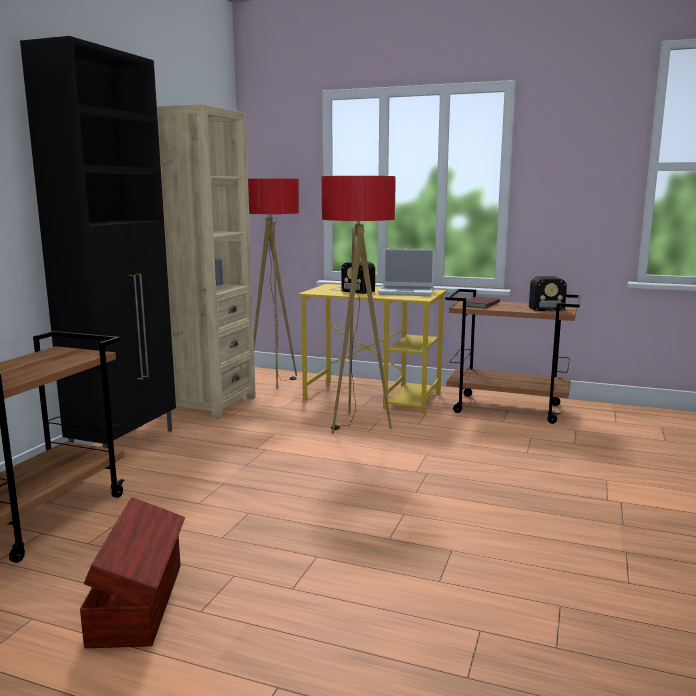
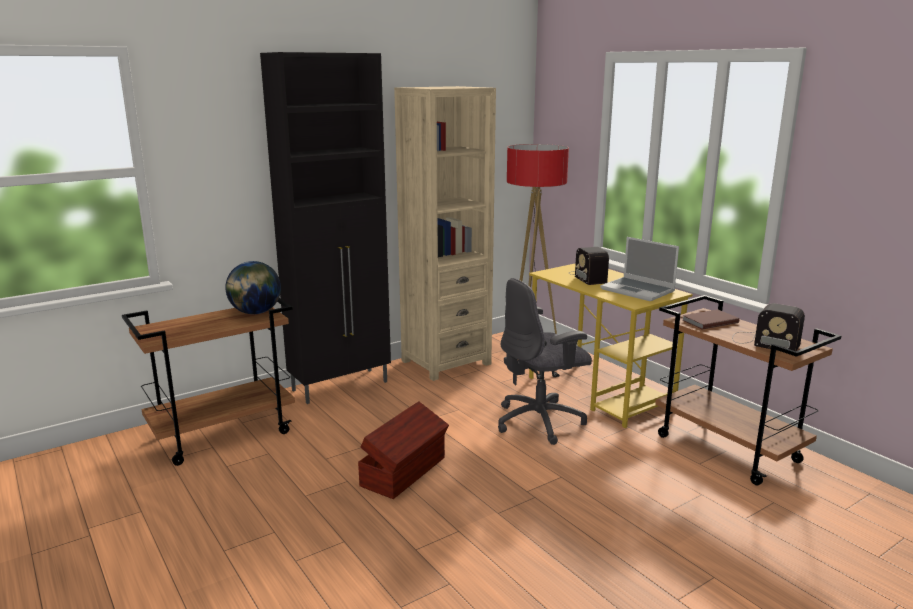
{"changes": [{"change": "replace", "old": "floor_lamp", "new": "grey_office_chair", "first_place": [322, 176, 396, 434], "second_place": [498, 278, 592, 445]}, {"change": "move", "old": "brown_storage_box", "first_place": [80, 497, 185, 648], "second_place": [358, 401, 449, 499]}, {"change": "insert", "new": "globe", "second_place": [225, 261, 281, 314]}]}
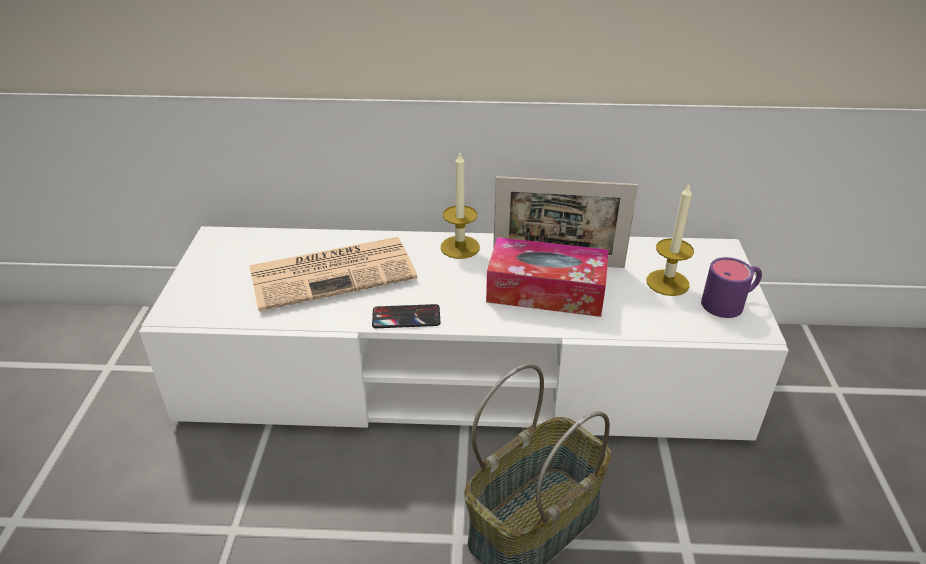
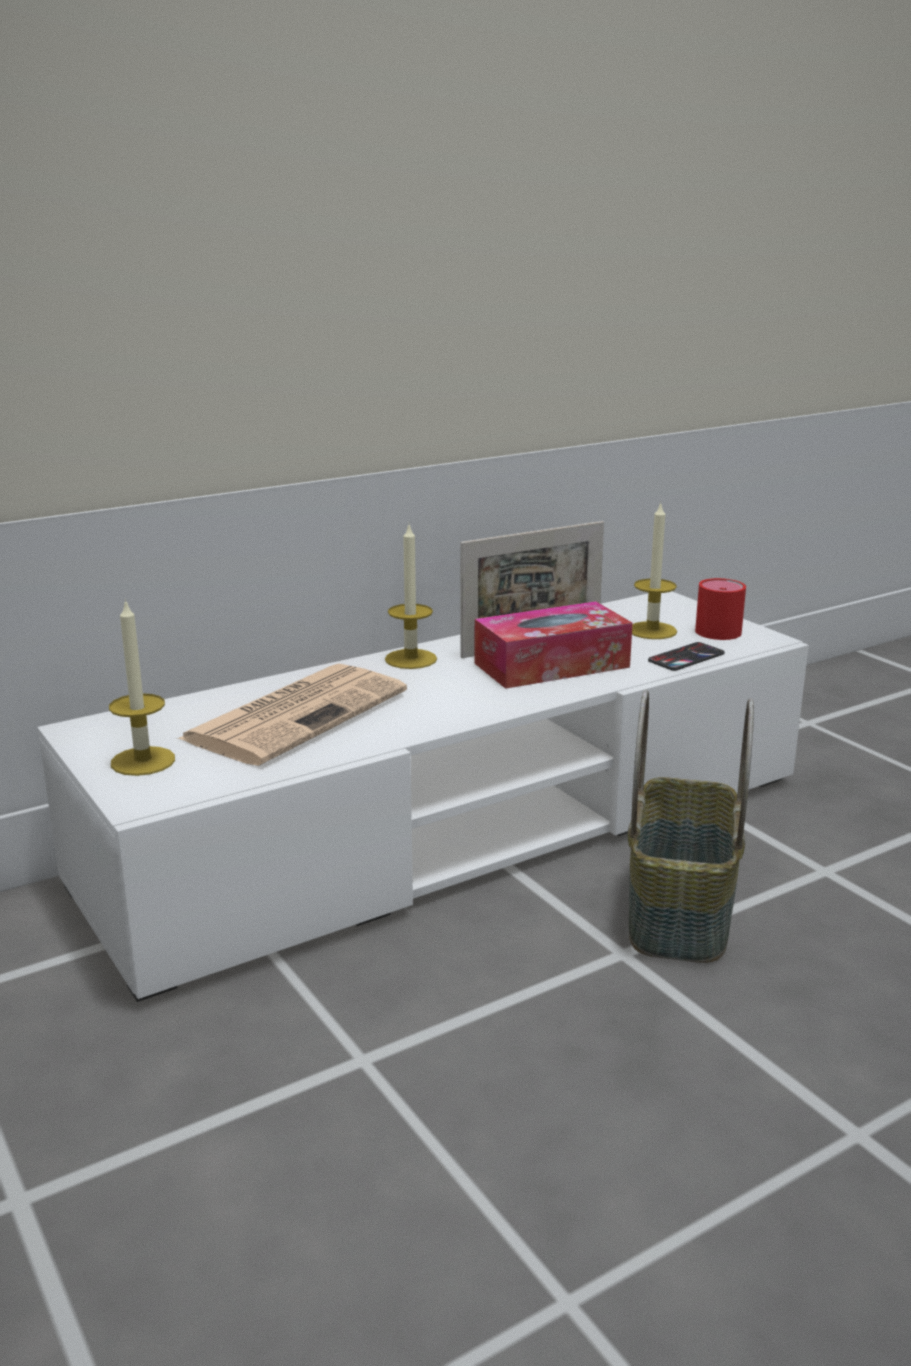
{"changes": [{"change": "recolor", "old": "purple_mug", "new": "red_mug", "first_place": [701, 257, 762, 318], "second_place": [695, 578, 746, 640]}, {"change": "move", "old": "phone", "first_place": [372, 304, 440, 328], "second_place": [648, 642, 725, 671]}, {"change": "insert", "new": "candle", "second_place": [109, 599, 175, 776]}]}
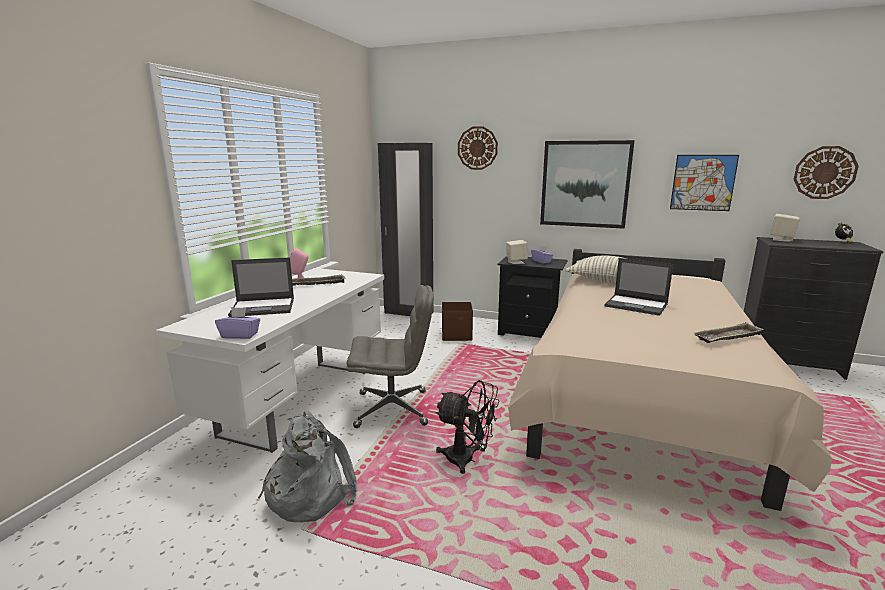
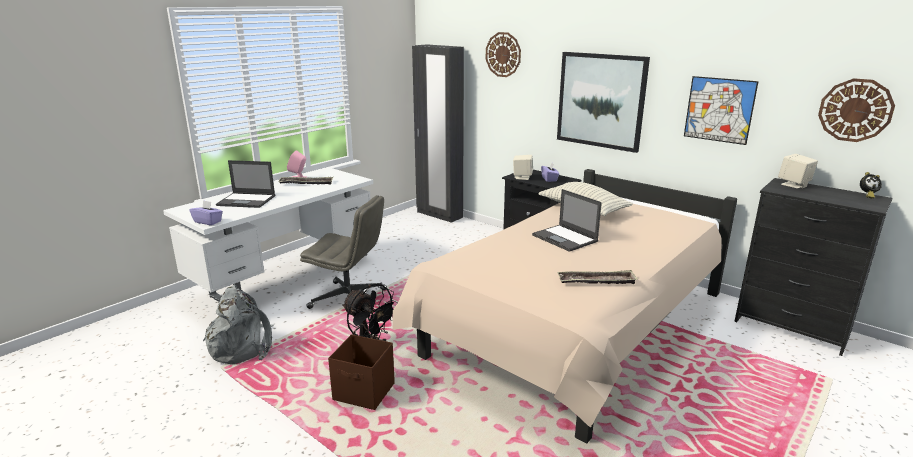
{"changes": [{"change": "move", "old": "brown_storage_box", "first_place": [442, 302, 473, 341], "second_place": [328, 334, 395, 410]}]}
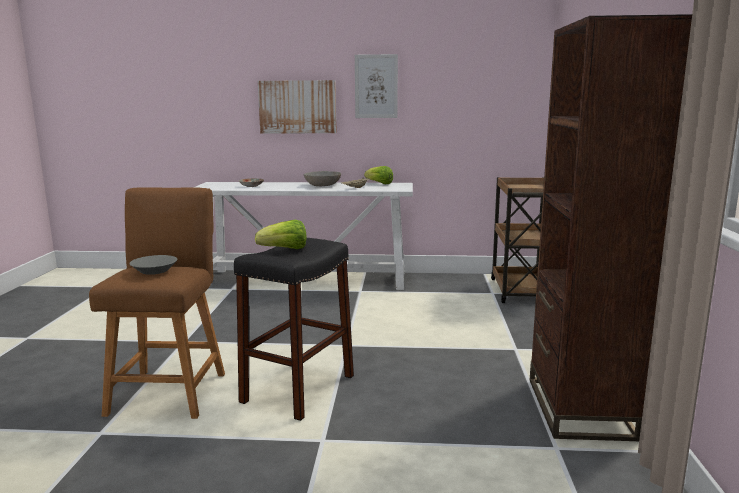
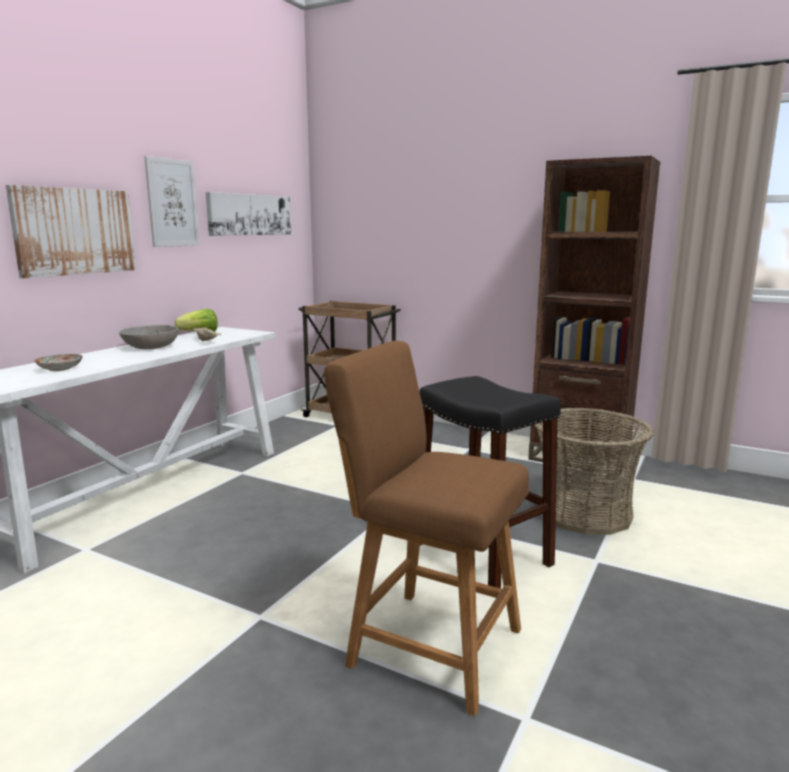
{"changes": [{"change": "delete", "old": "lettuce", "first_place": [255, 219, 306, 249]}, {"change": "delete", "old": "grey_bowl", "first_place": [129, 255, 177, 275]}, {"change": "insert", "new": "picture", "second_place": [206, 192, 291, 236]}, {"change": "insert", "new": "basket", "second_place": [535, 408, 654, 535]}]}
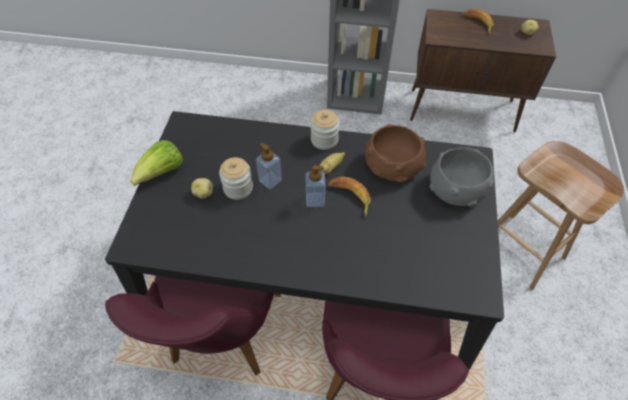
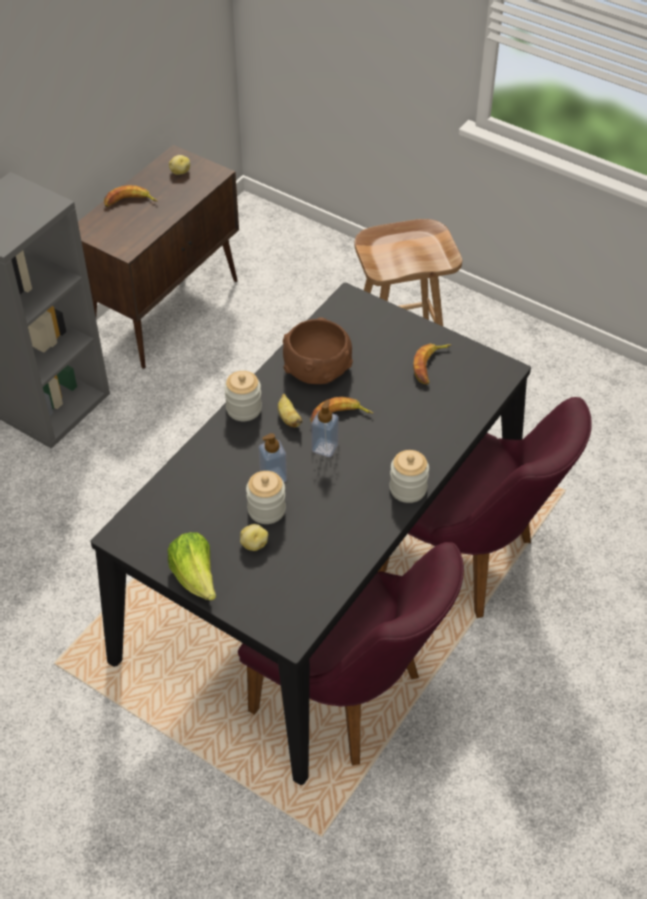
{"changes": [{"change": "delete", "old": "grey_bowl", "first_place": [429, 147, 494, 207]}, {"change": "insert", "new": "banana", "second_place": [414, 344, 451, 385]}, {"change": "insert", "new": "jar", "second_place": [389, 450, 429, 503]}]}
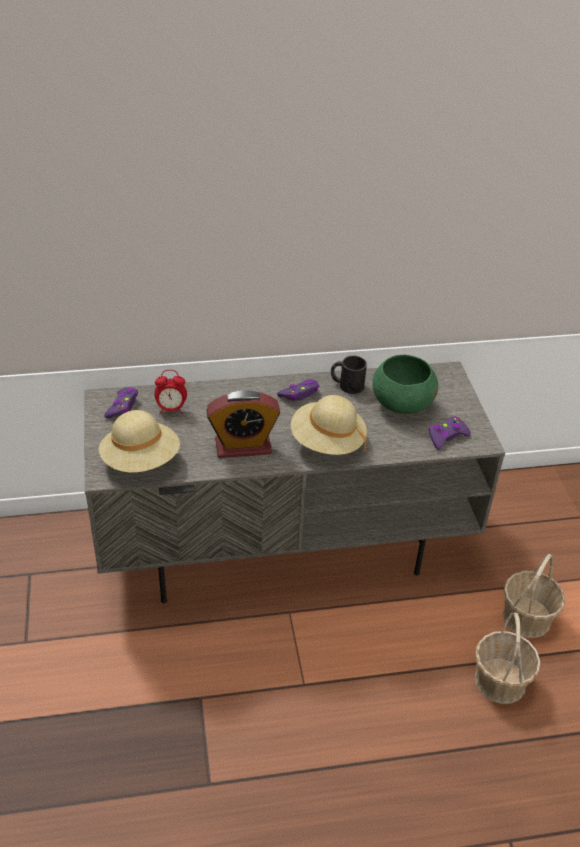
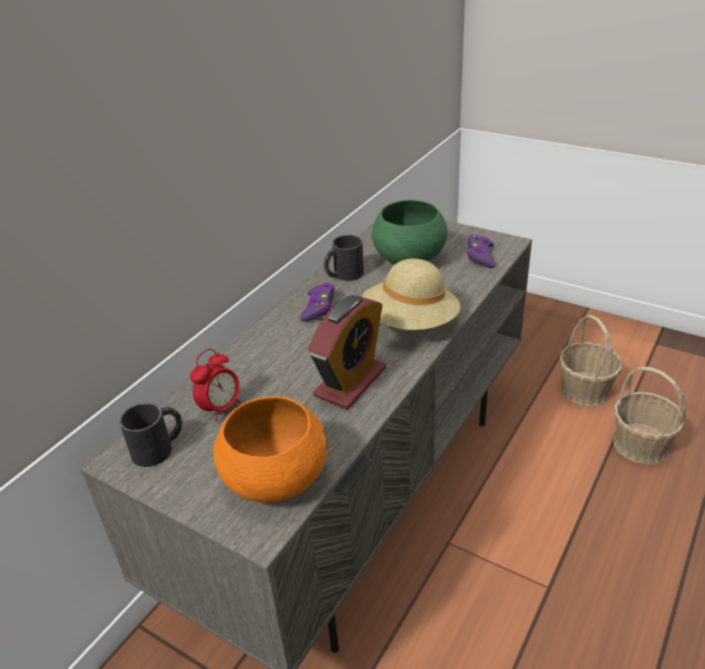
{"changes": [{"change": "replace", "old": "purple_game_controller", "new": "black_mug", "first_place": [104, 387, 138, 418], "second_place": [119, 403, 182, 467]}, {"change": "replace", "old": "beige_hat", "new": "orange_bowl", "first_place": [99, 410, 180, 473], "second_place": [213, 396, 328, 503]}]}
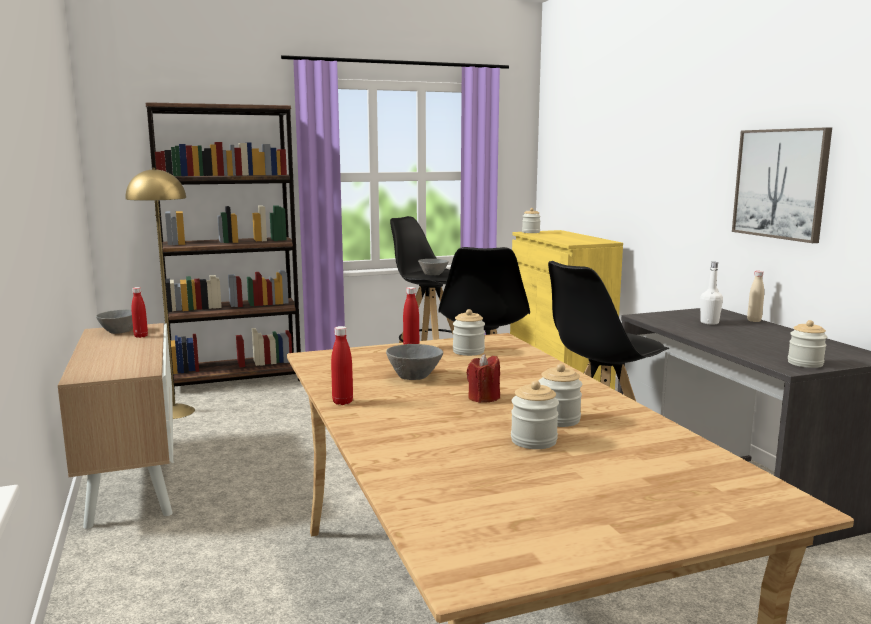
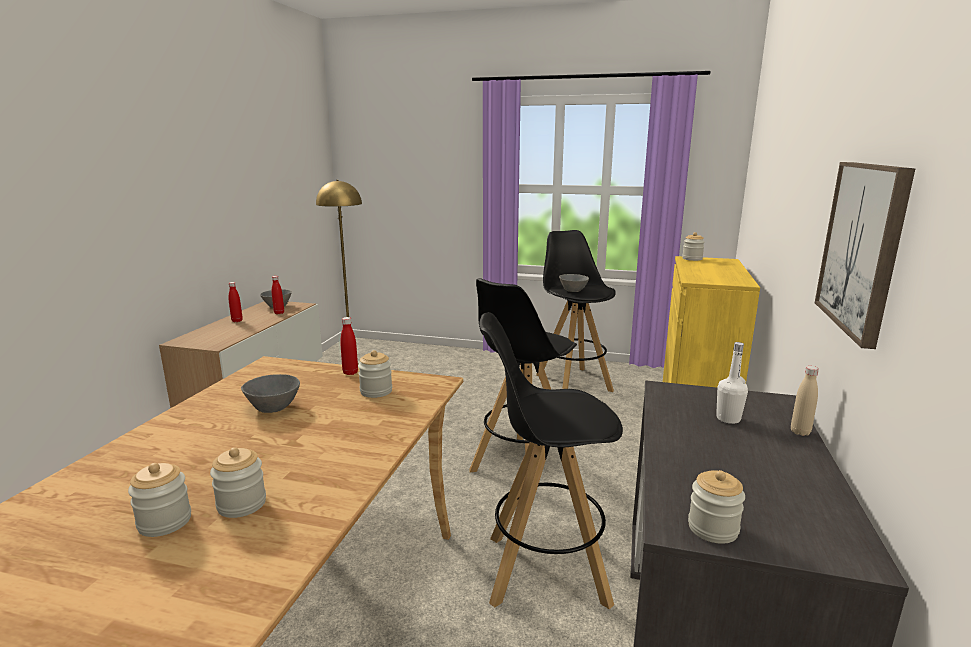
{"changes": [{"change": "delete", "old": "brown_bookcase", "first_place": [145, 102, 301, 393]}, {"change": "move", "old": "red_bottle", "first_place": [331, 326, 353, 405], "second_place": [229, 282, 243, 322]}, {"change": "delete", "old": "red_candle", "first_place": [467, 354, 500, 403]}]}
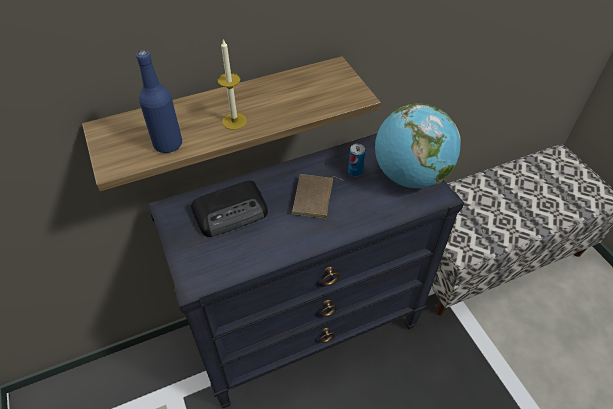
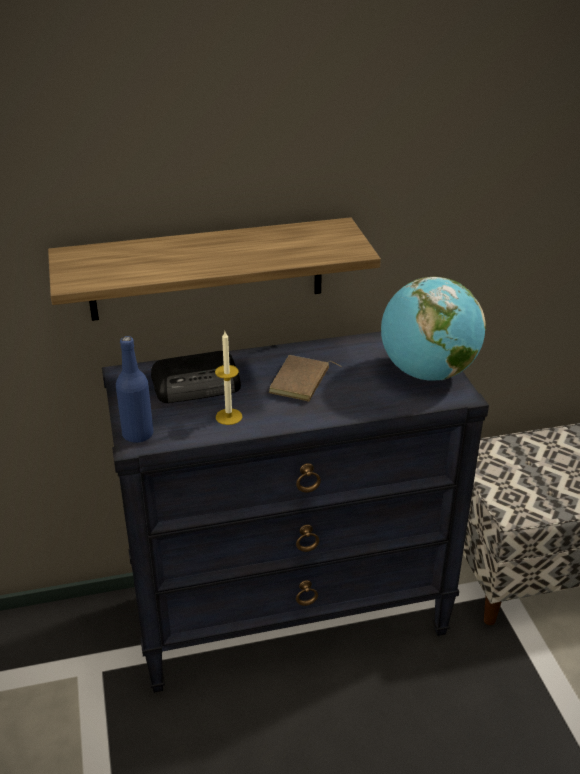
{"changes": [{"change": "move", "old": "candle", "first_place": [218, 39, 247, 130], "second_place": [215, 332, 242, 425]}, {"change": "move", "old": "blue_bottle", "first_place": [136, 50, 182, 153], "second_place": [116, 336, 154, 443]}, {"change": "delete", "old": "can", "first_place": [348, 144, 365, 176]}]}
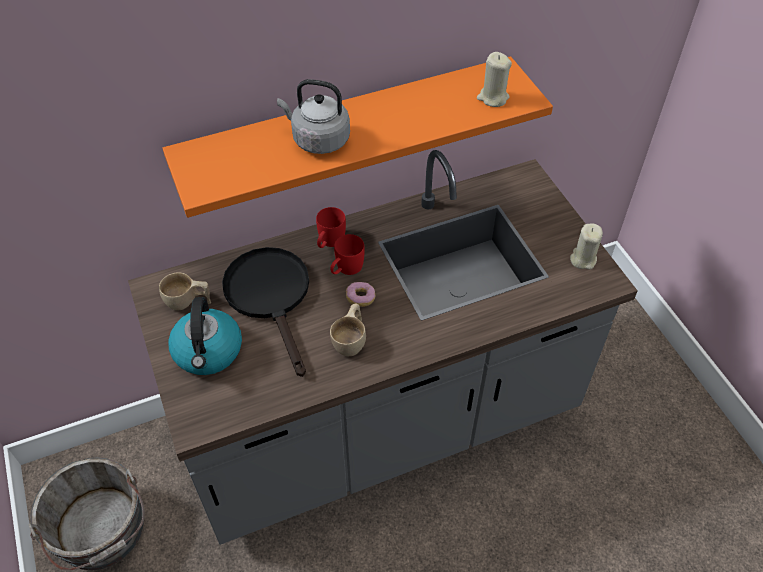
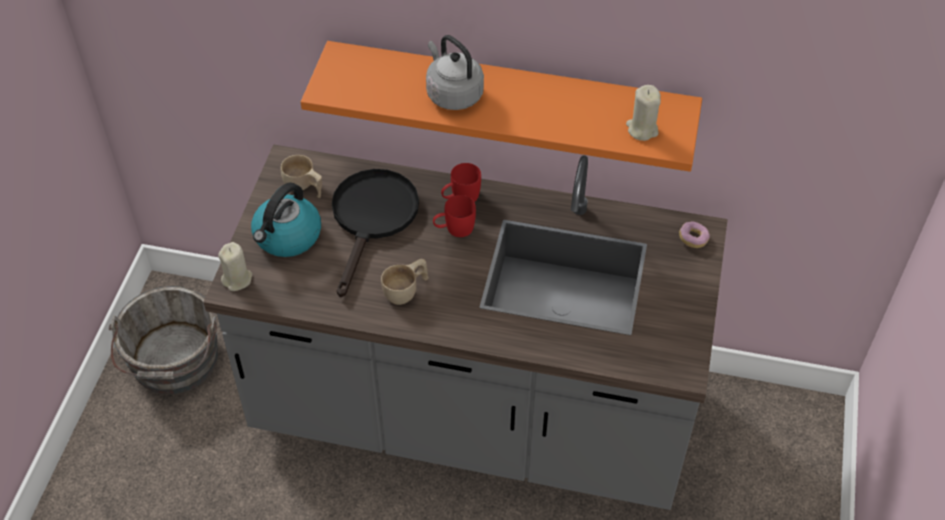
{"changes": [{"change": "move", "old": "beige_candle", "first_place": [570, 224, 603, 269], "second_place": [218, 242, 252, 291]}, {"change": "move", "old": "donut", "first_place": [346, 282, 375, 307], "second_place": [679, 221, 710, 248]}]}
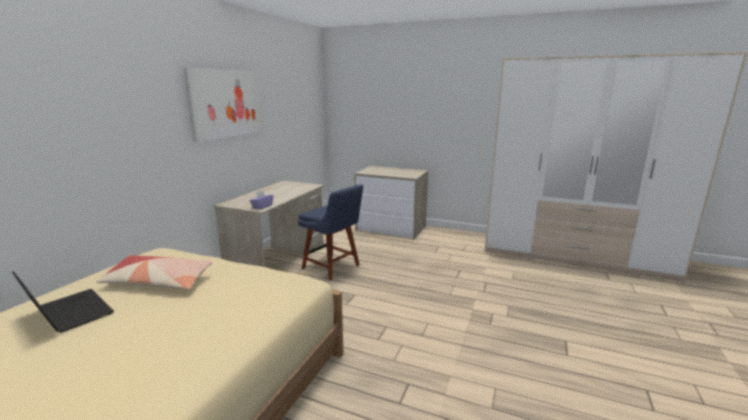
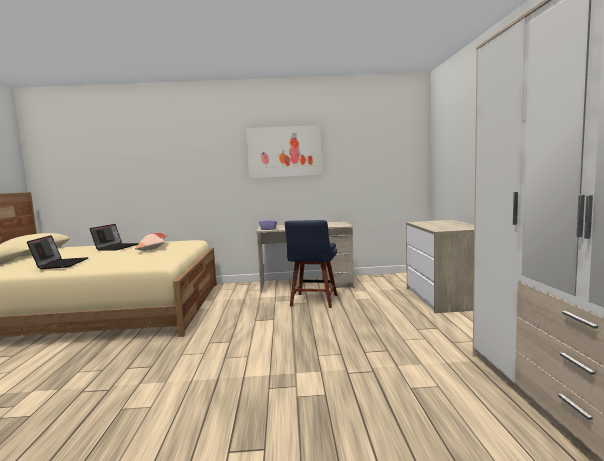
{"changes": [{"change": "insert", "new": "laptop", "second_place": [27, 235, 88, 269]}]}
